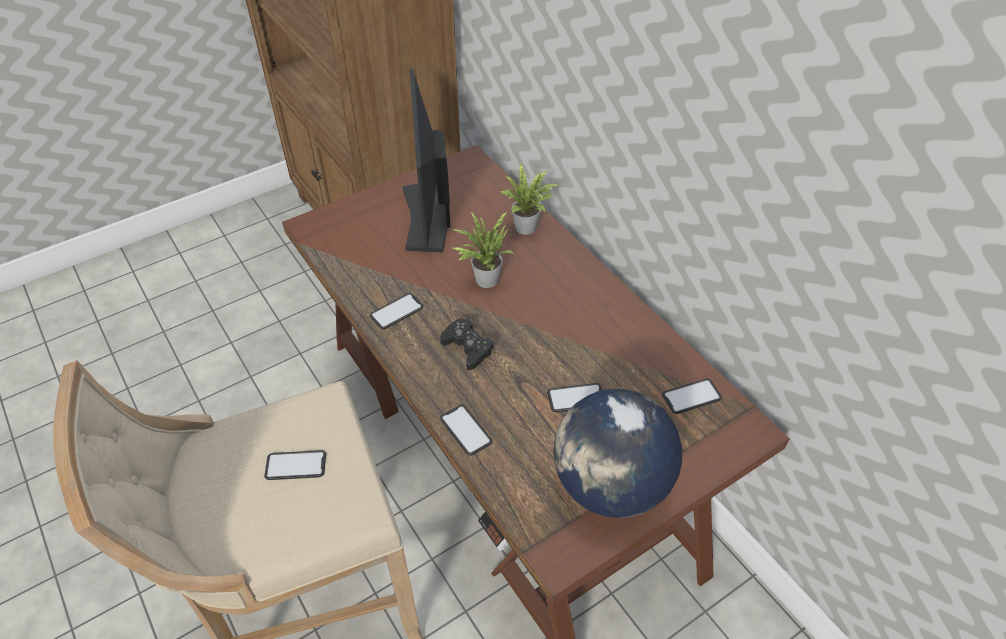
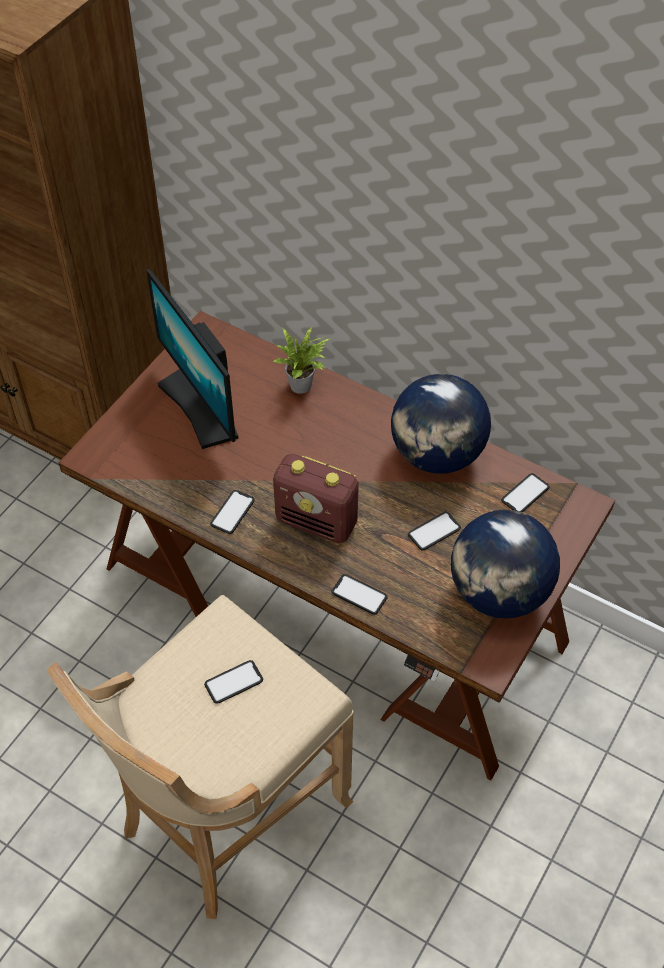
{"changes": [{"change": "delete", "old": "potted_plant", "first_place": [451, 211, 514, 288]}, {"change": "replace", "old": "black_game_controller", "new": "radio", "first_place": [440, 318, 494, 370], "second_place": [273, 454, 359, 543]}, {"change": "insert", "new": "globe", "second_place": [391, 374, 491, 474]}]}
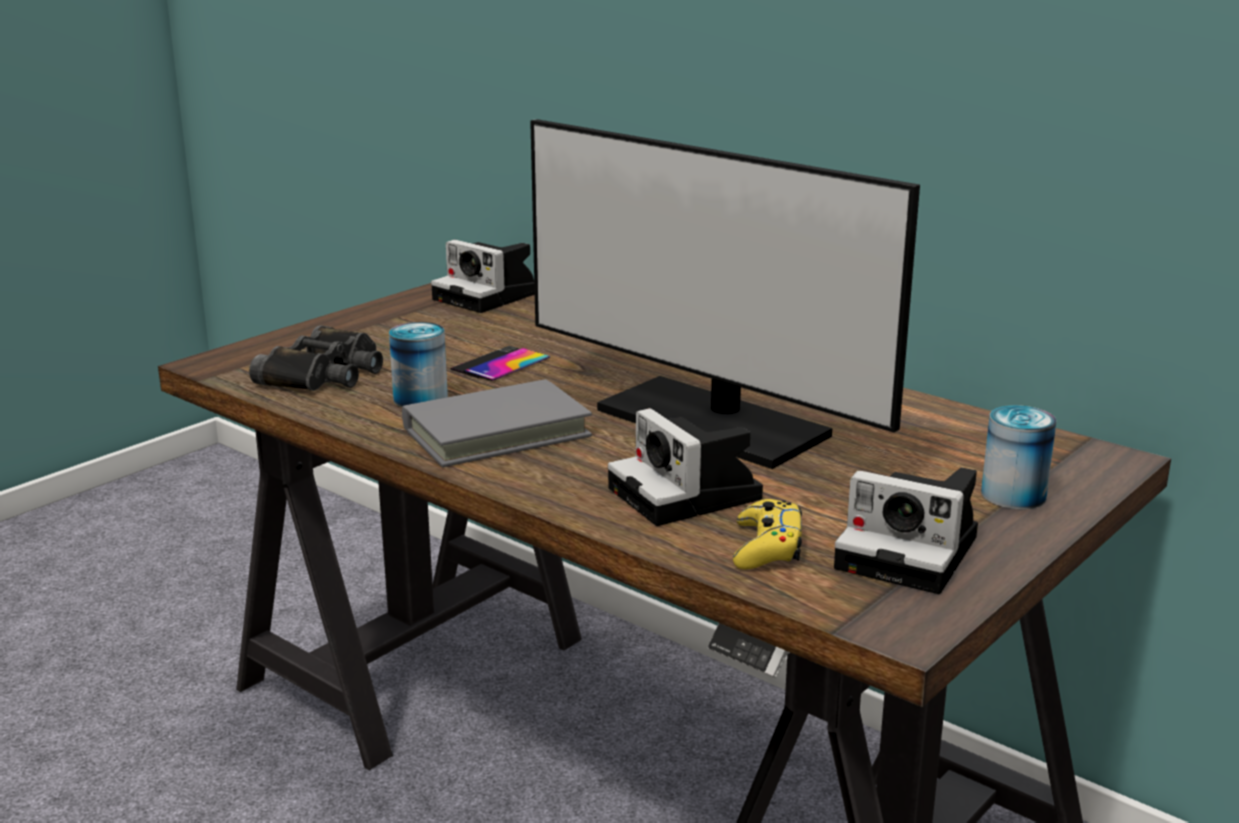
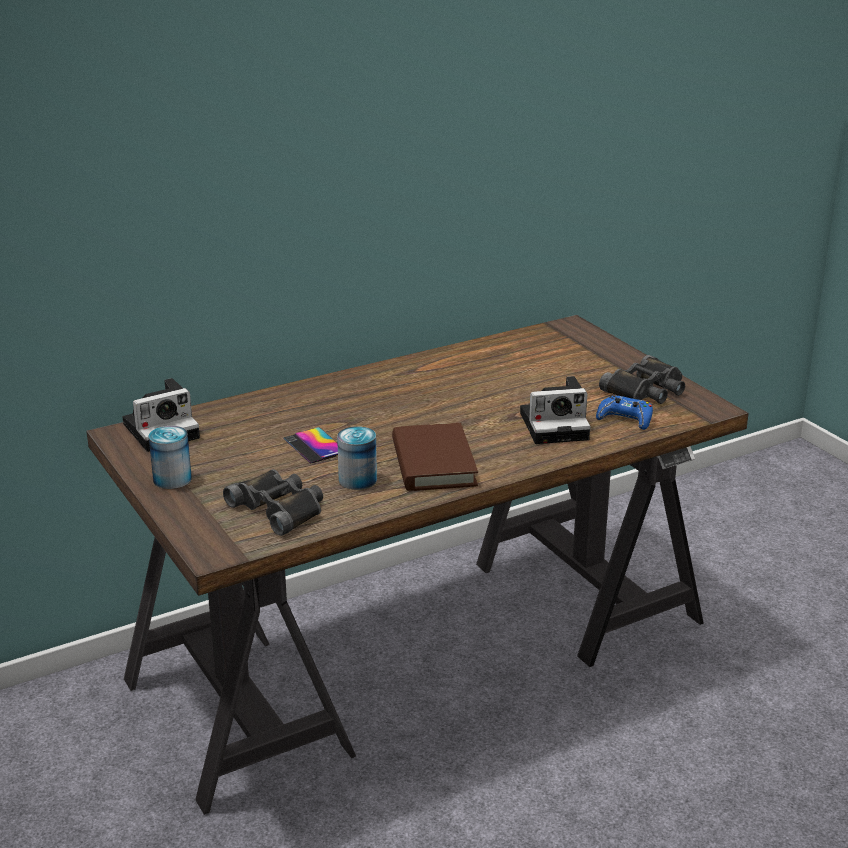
{"changes": [{"change": "delete", "old": "monitor", "first_place": [530, 119, 920, 469]}, {"change": "recolor", "old": "grey_book", "new": "brown_book", "first_place": [402, 379, 592, 467], "second_place": [392, 423, 478, 491]}, {"change": "move", "old": "can", "first_place": [981, 405, 1057, 509], "second_place": [148, 426, 192, 489]}, {"change": "replace", "old": "photo_camera", "new": "black_binoculars", "first_place": [834, 467, 978, 594], "second_place": [599, 355, 685, 404]}, {"change": "recolor", "old": "yellow_game_controller", "new": "blue_game_controller", "first_place": [733, 499, 802, 569], "second_place": [596, 396, 653, 430]}]}
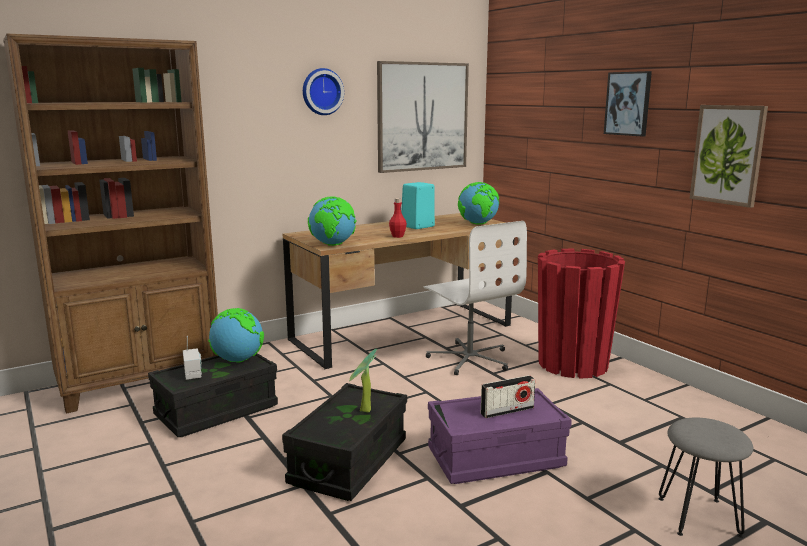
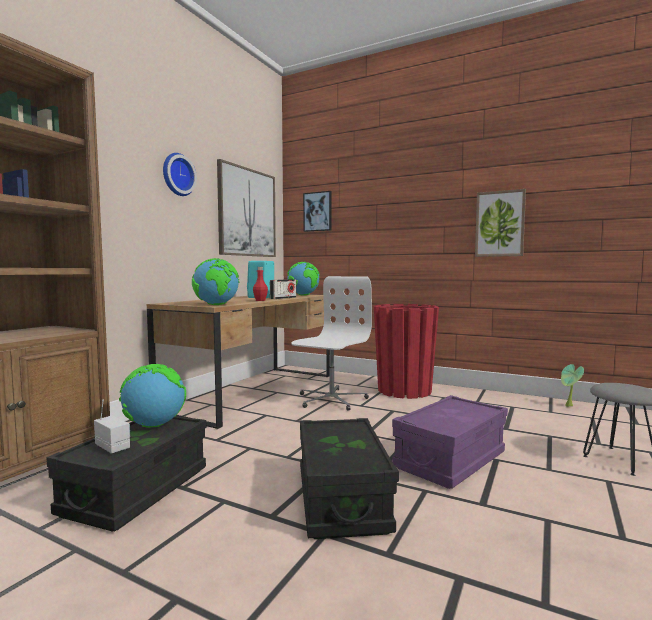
{"changes": [{"change": "move", "old": "picture", "first_place": [604, 71, 652, 137], "second_place": [303, 191, 332, 232]}, {"change": "rotate", "old": "white_office_chair", "first_place": [424, 221, 527, 375], "second_place": [291, 276, 372, 411], "degrees": -90}, {"change": "move", "old": "potted_plant", "first_place": [349, 349, 377, 412], "second_place": [561, 364, 584, 407]}, {"change": "move", "old": "radio", "first_place": [481, 375, 535, 418], "second_place": [270, 279, 296, 299]}]}
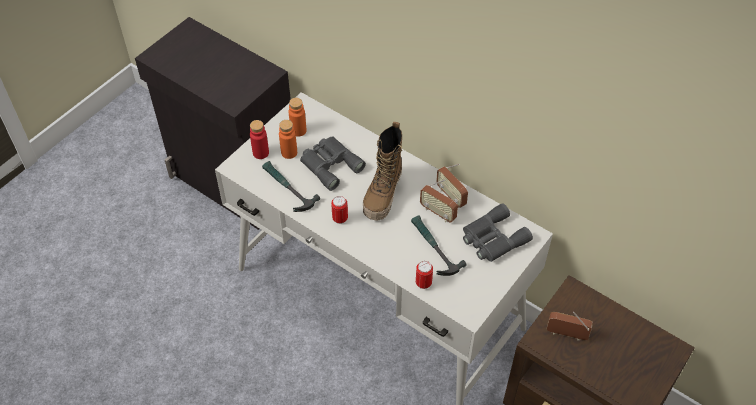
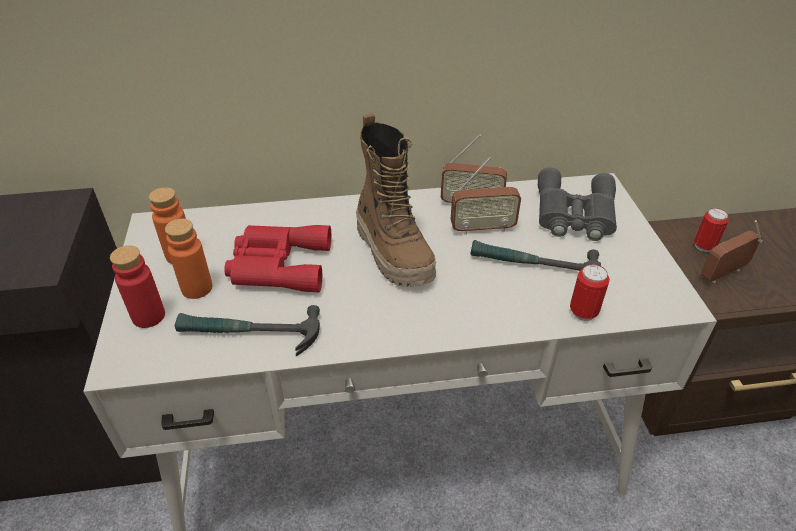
{"changes": [{"change": "recolor", "old": "grey_binoculars", "new": "red_binoculars", "first_place": [300, 137, 366, 191], "second_place": [224, 225, 331, 292]}, {"change": "move", "old": "can", "first_place": [331, 196, 348, 224], "second_place": [694, 208, 729, 252]}]}
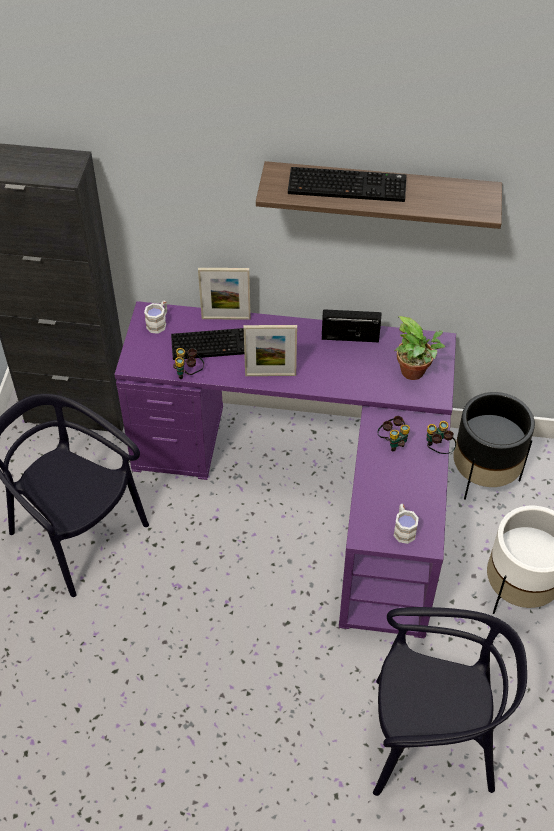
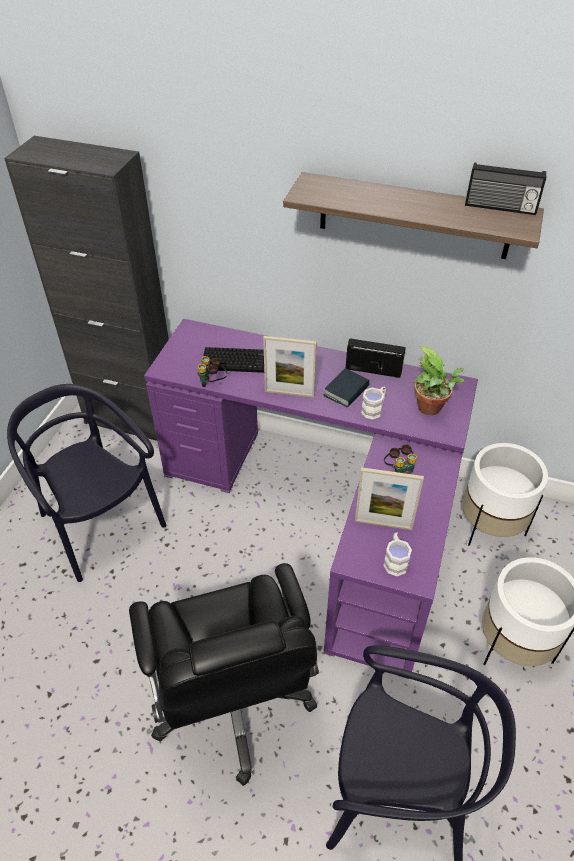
{"changes": [{"change": "delete", "old": "keyboard", "first_place": [288, 167, 406, 202]}, {"change": "move", "old": "picture_frame", "first_place": [198, 268, 251, 320], "second_place": [355, 467, 424, 530]}, {"change": "move", "old": "white_mug", "first_place": [144, 301, 167, 334], "second_place": [361, 387, 386, 419]}, {"change": "recolor", "old": "black_planter", "new": "white_planter", "first_place": [453, 392, 535, 500], "second_place": [462, 443, 548, 546]}, {"change": "delete", "old": "binoculars", "first_place": [427, 421, 456, 454]}, {"change": "insert", "new": "radio", "second_place": [465, 162, 546, 215]}, {"change": "insert", "new": "book", "second_place": [323, 368, 370, 408]}, {"change": "insert", "new": "black_office_chair", "second_place": [129, 563, 319, 785]}]}
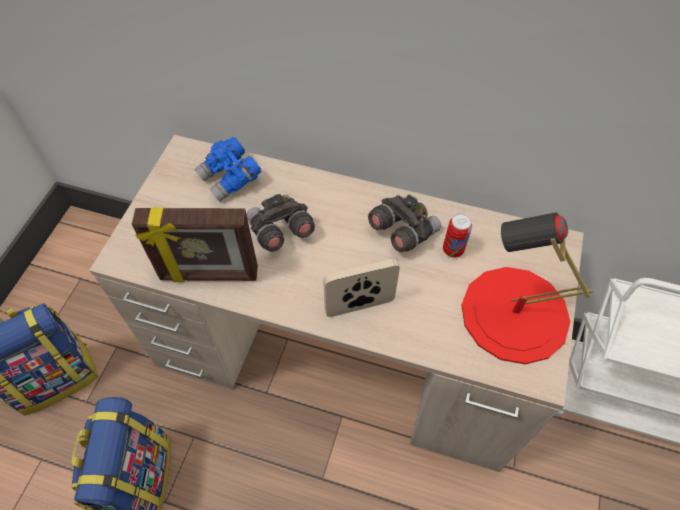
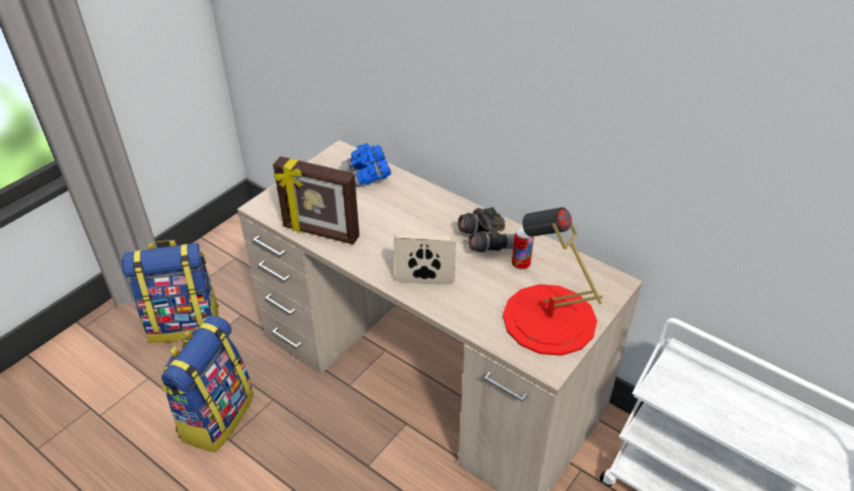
{"changes": [{"change": "delete", "old": "grey_binoculars", "first_place": [246, 194, 315, 252]}]}
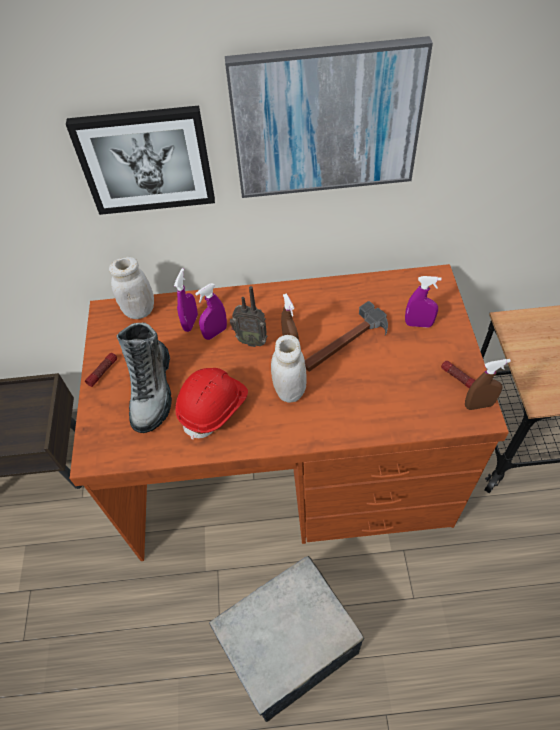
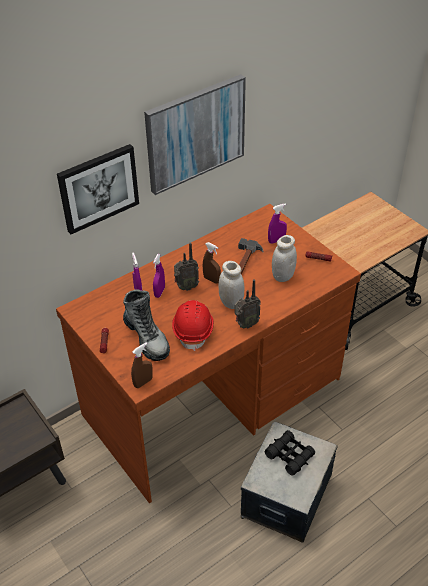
{"changes": [{"change": "move", "old": "white_jar", "first_place": [109, 257, 154, 319], "second_place": [272, 235, 297, 282]}, {"change": "move", "old": "brown_spray_bottle", "first_place": [465, 359, 511, 410], "second_place": [131, 343, 153, 388]}, {"change": "insert", "new": "radio", "second_place": [235, 279, 261, 329]}, {"change": "insert", "new": "black_binoculars", "second_place": [265, 430, 315, 475]}]}
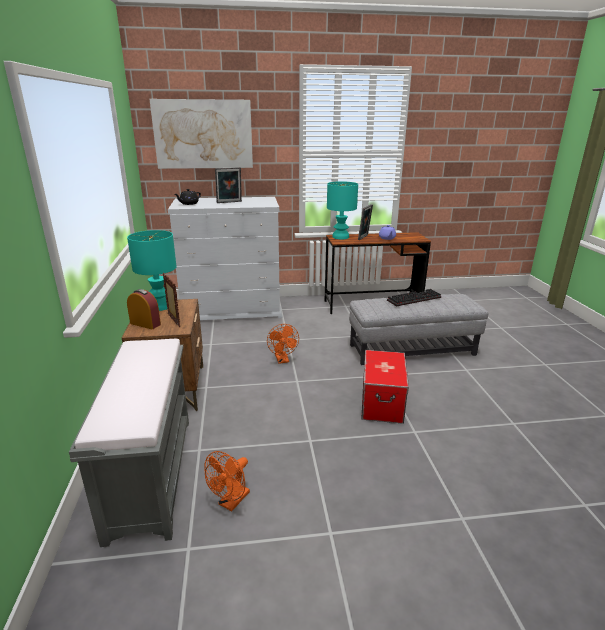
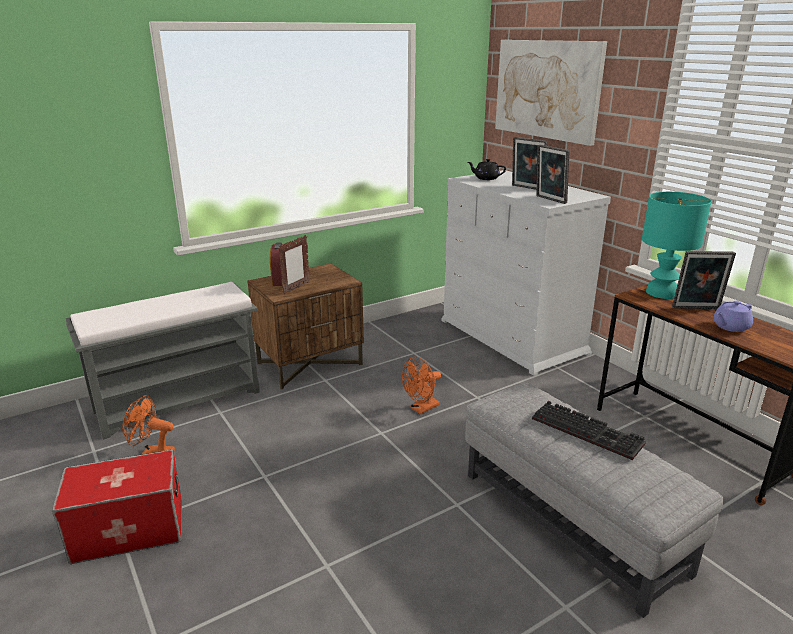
{"changes": [{"change": "delete", "old": "turquoise_table_lamp", "first_place": [127, 230, 177, 311]}, {"change": "move", "old": "storage_box", "first_place": [361, 350, 409, 424], "second_place": [52, 450, 182, 564]}, {"change": "insert", "new": "picture_frame", "second_place": [536, 145, 570, 204]}]}
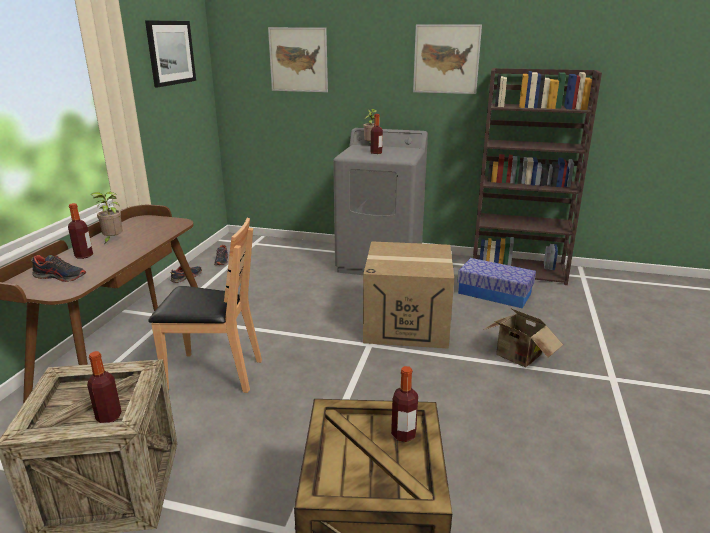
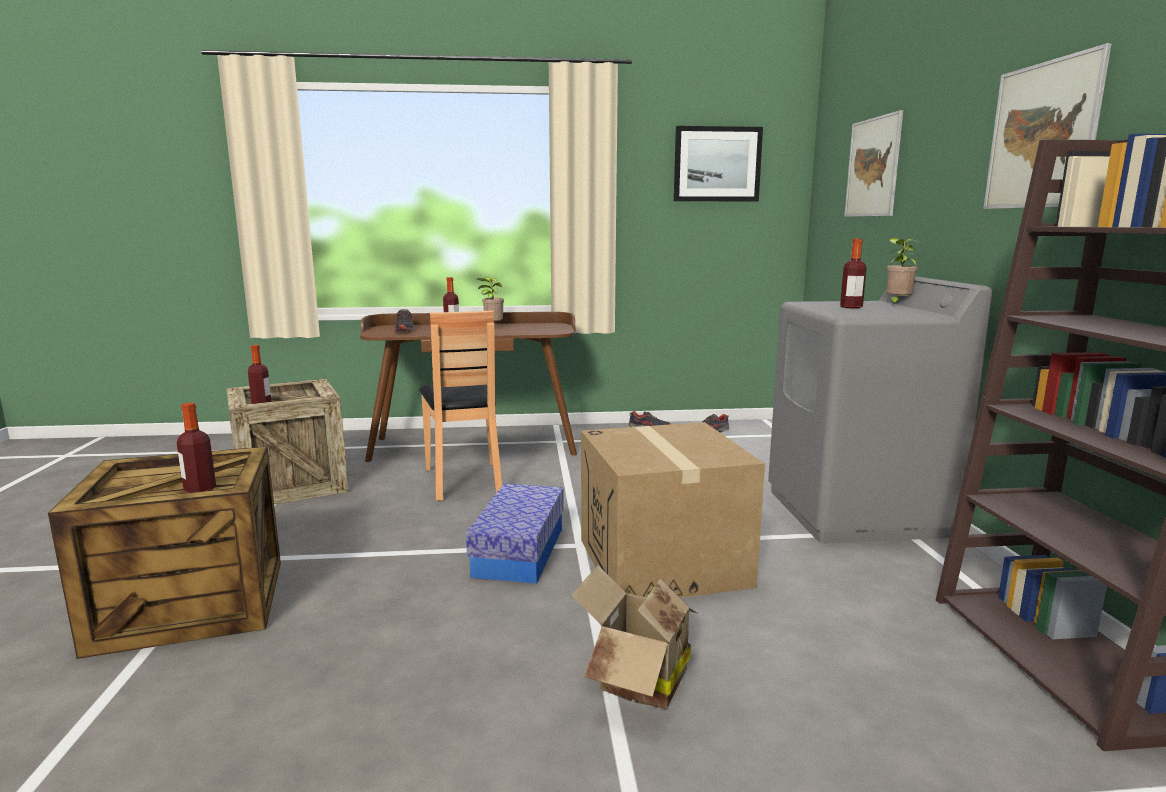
{"changes": [{"change": "move", "old": "storage_box", "first_place": [457, 258, 536, 308], "second_place": [466, 484, 564, 584]}]}
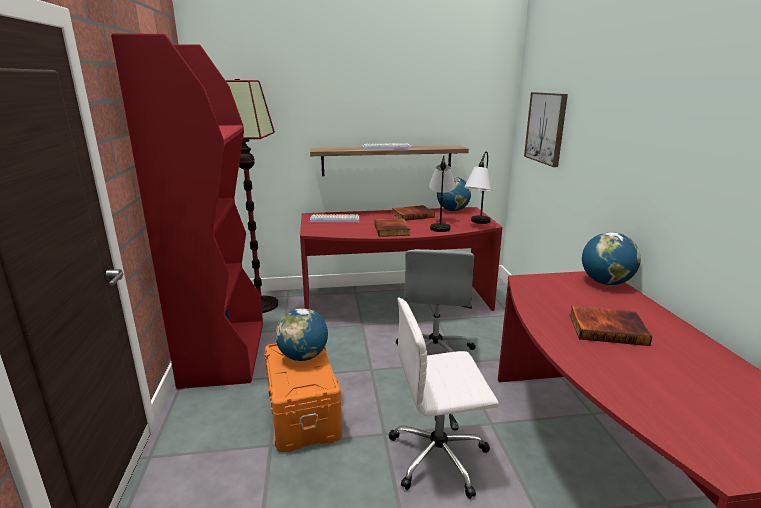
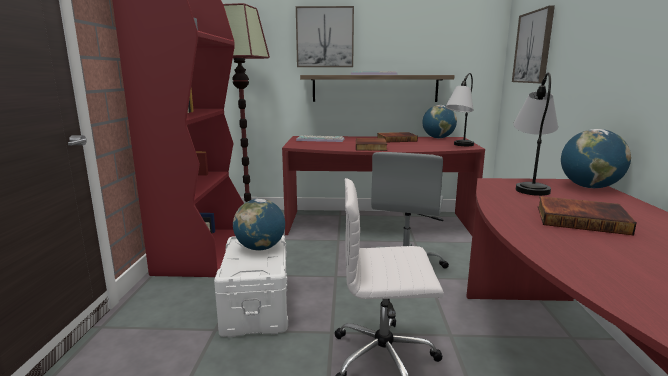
{"changes": [{"change": "move", "old": "table_lamp", "first_place": [429, 155, 456, 232], "second_place": [513, 72, 558, 196]}, {"change": "recolor", "old": "orange_storage_box", "new": "white_storage_box", "first_place": [265, 343, 342, 452], "second_place": [214, 235, 288, 337]}, {"change": "insert", "new": "picture", "second_place": [296, 6, 354, 67]}]}
